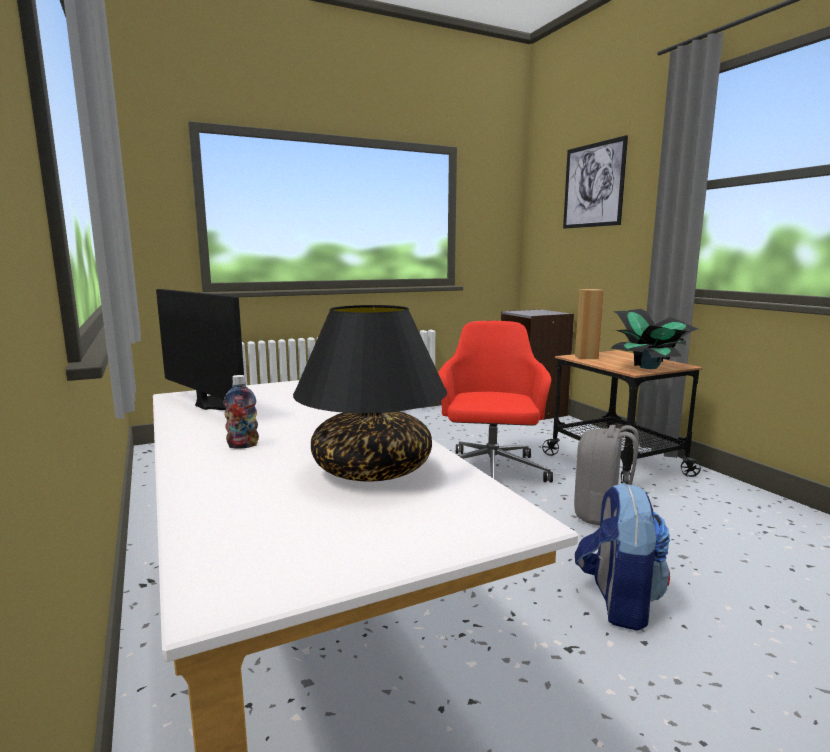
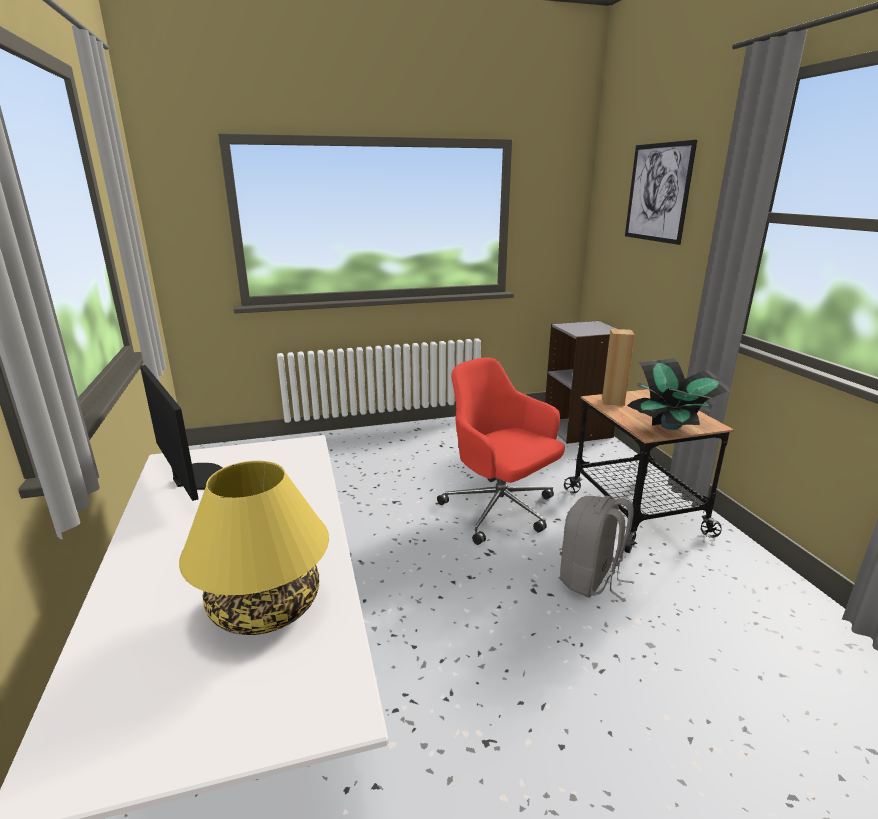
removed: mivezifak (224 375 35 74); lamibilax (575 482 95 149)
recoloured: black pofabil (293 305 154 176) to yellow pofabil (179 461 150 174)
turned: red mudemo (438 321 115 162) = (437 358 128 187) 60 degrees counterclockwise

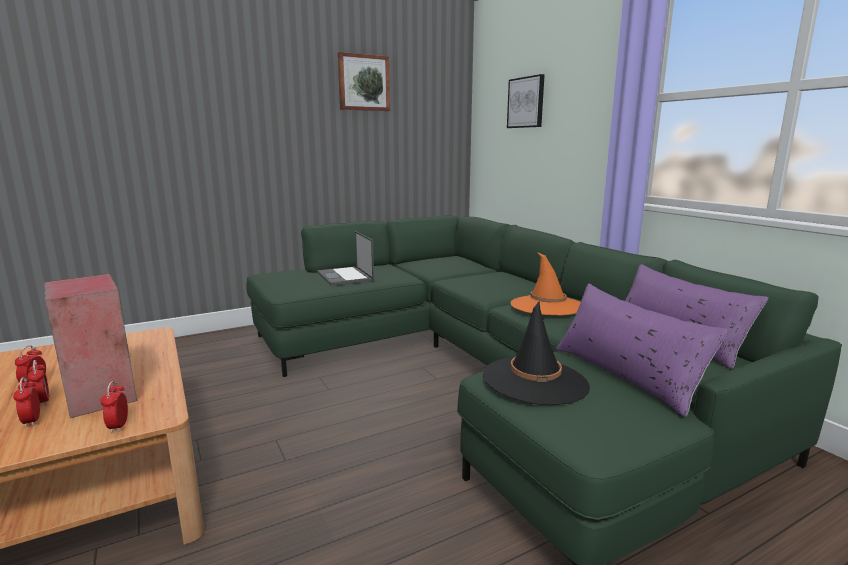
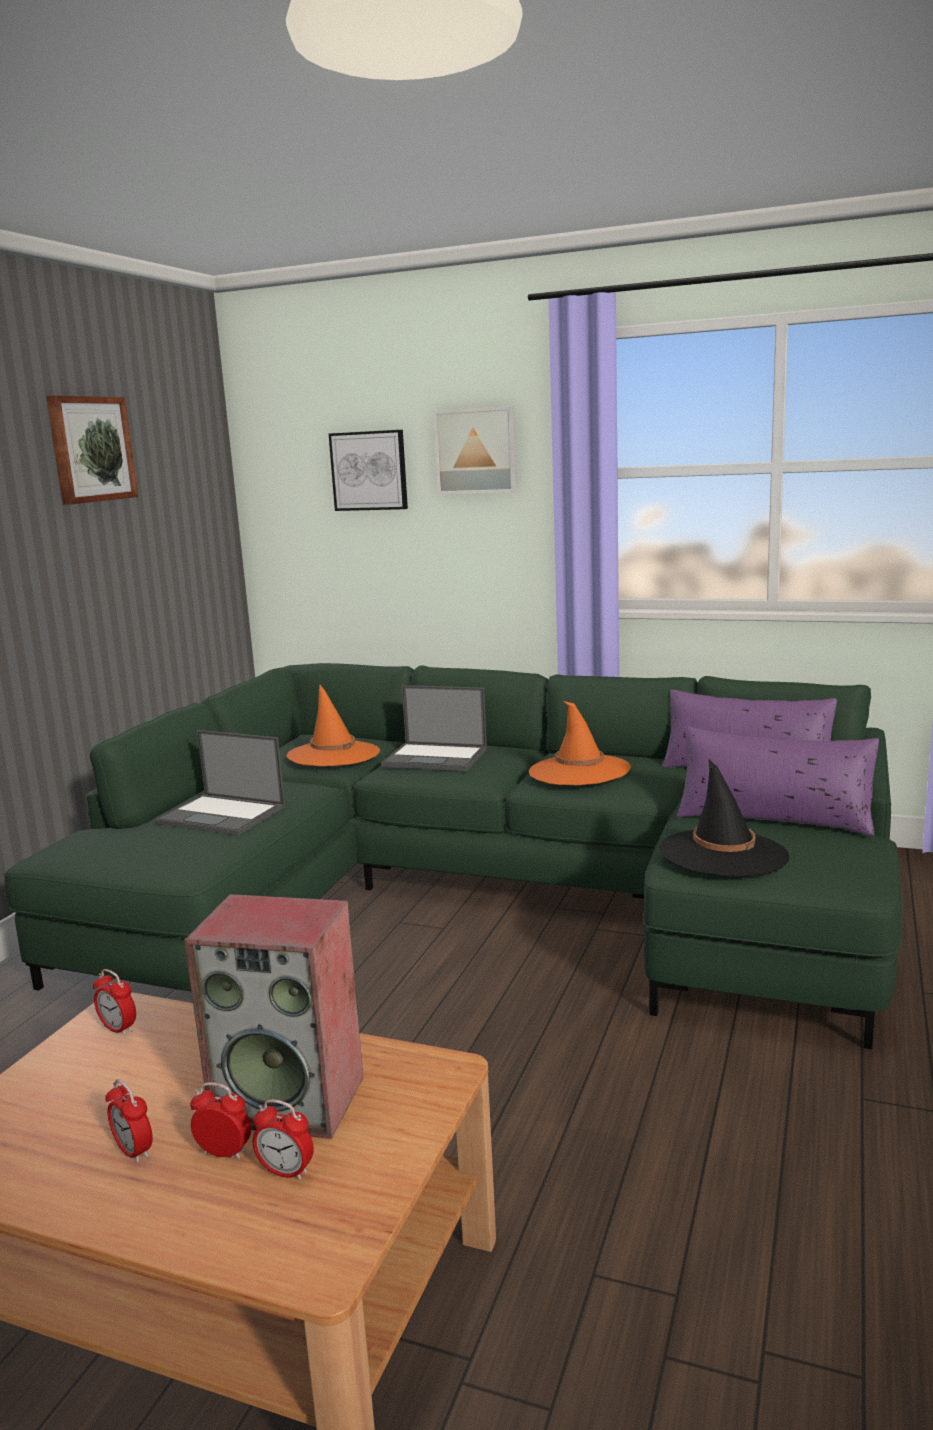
added: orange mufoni (287 685 93 81); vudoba (381 685 106 86); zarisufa (433 406 84 89)
moved: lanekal (101 381 27 52) to (93 969 43 67)

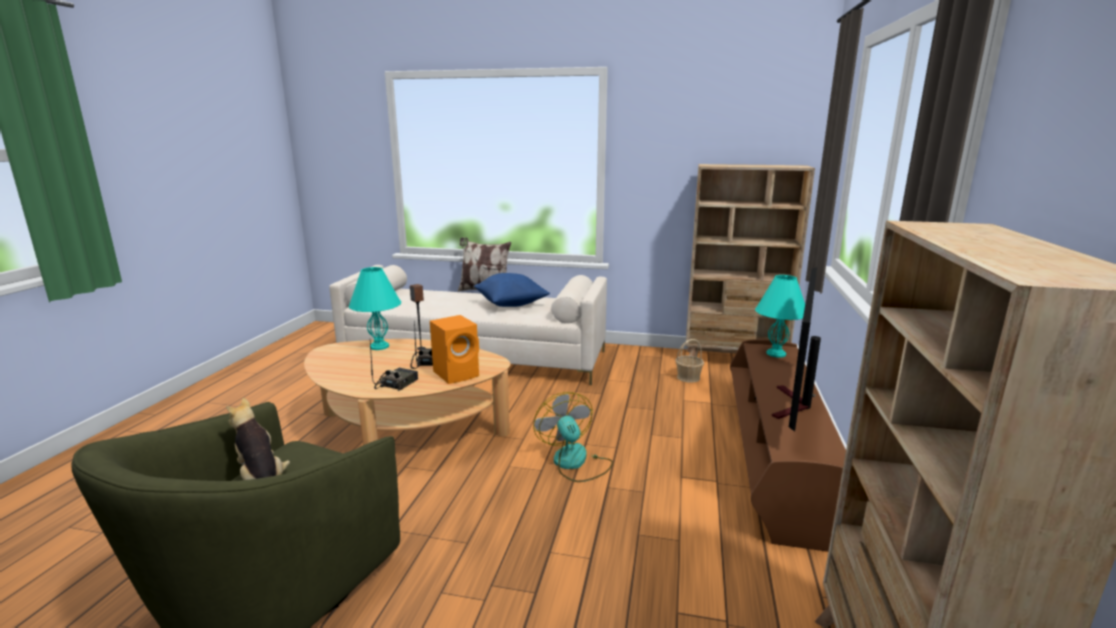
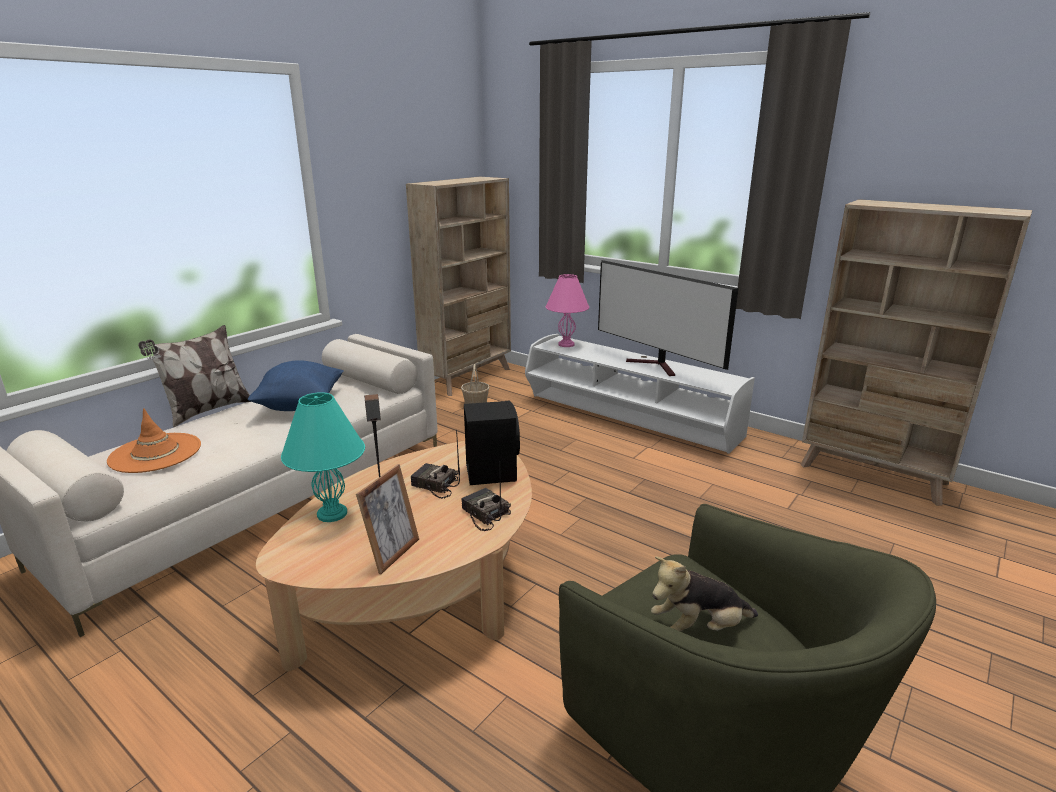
removed: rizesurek (533 392 80 90)
added: orange mufoni (107 408 94 65); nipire (356 464 63 110)
recoloured: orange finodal (430 315 49 69) to black finodal (464 401 56 84); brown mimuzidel (730 339 116 213) to white mimuzidel (525 334 230 120); turquoise pofabil (755 275 50 83) to pink pofabil (545 274 44 73)

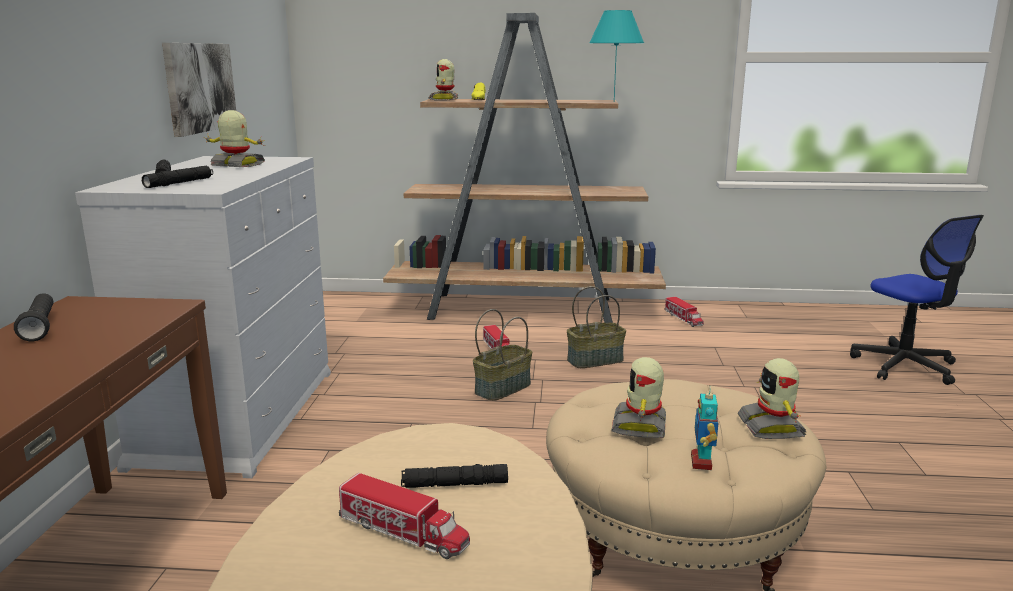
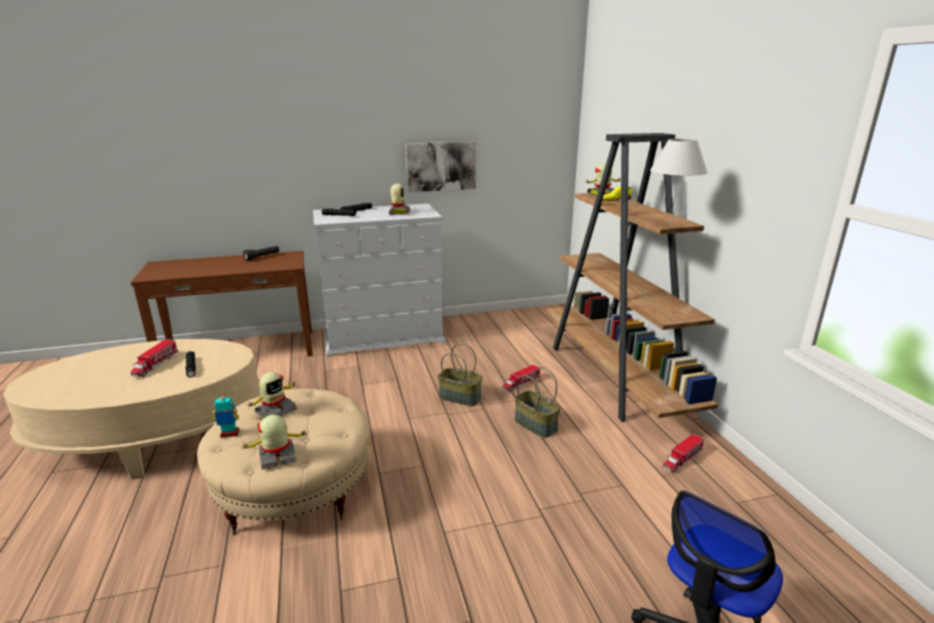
recoloured: turquoise pofabil (589 10 55 90) to white pofabil (650 139 58 88)
turned: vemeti (611 357 55 81) = (246 372 51 46) 135 degrees clockwise

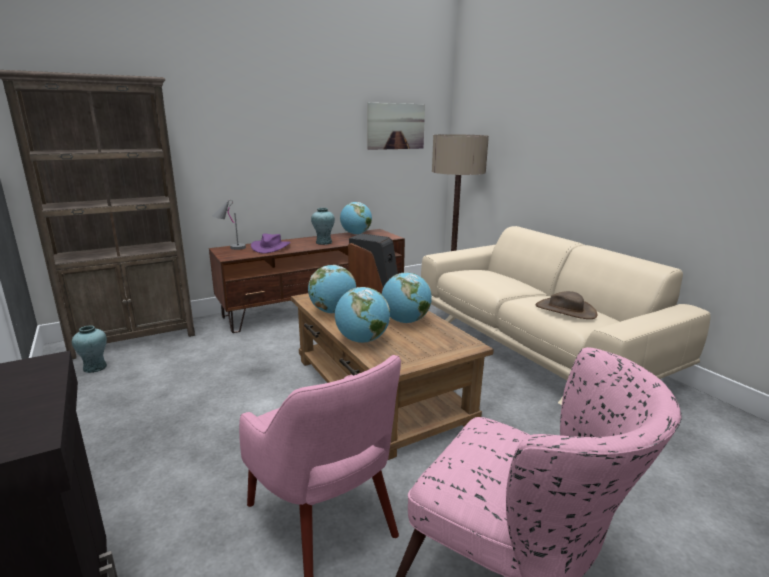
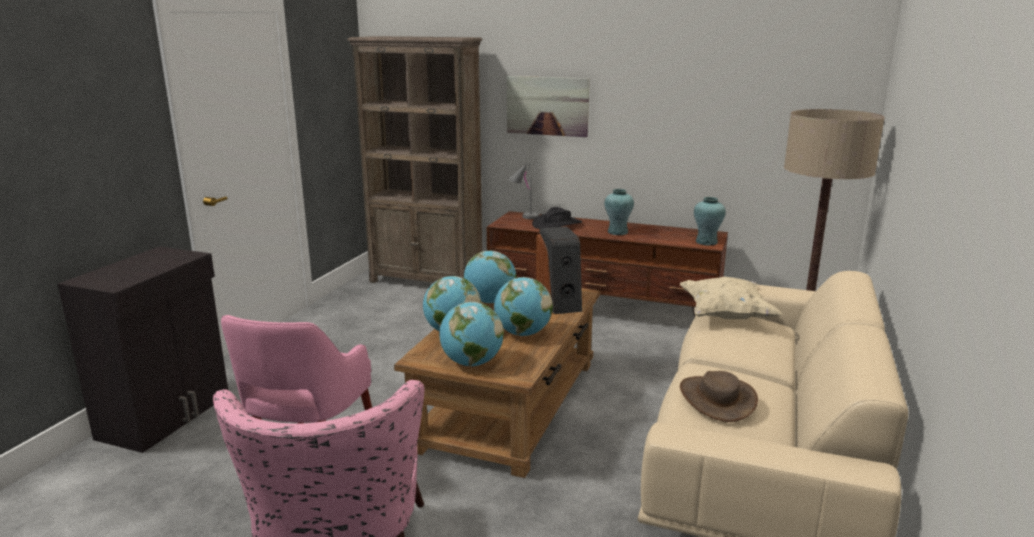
added: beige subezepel (680 277 103 42)
moved: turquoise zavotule (72 326 35 47) to (694 197 32 48); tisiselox (340 202 32 33) to (439 302 65 64); zarisufa (367 103 58 47) to (507 76 83 61)
recoloured: purple mufoni (251 234 40 19) to black mufoni (532 207 50 22)

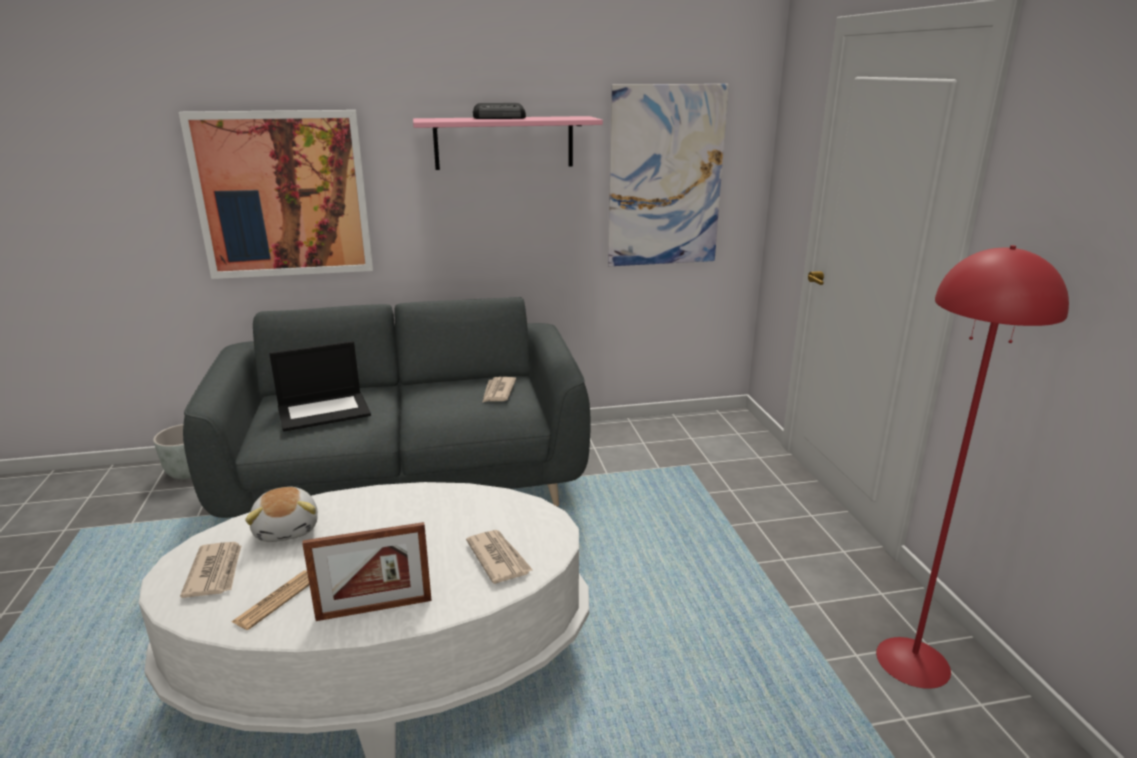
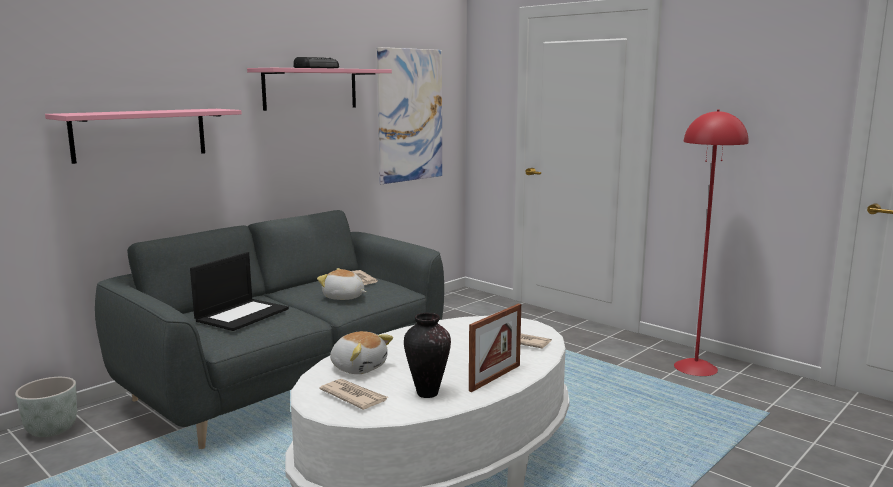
added: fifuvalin (317 268 49 32)
replaced: zarisufa (179 110 194 169) to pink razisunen (45 109 197 55); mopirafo (231 571 78 59) to zavotule (404 313 47 85)

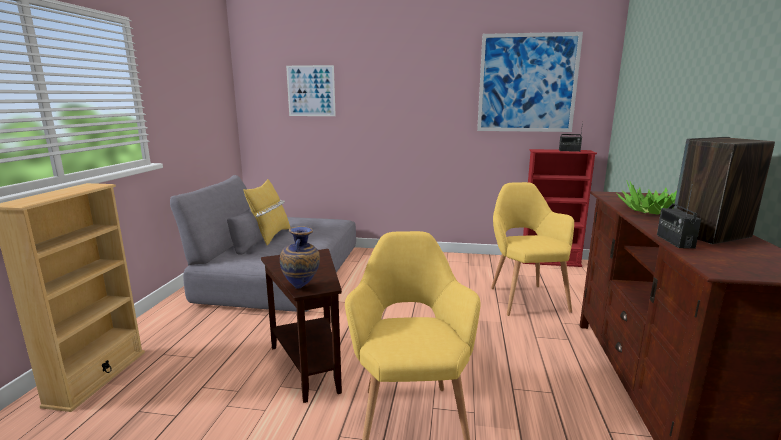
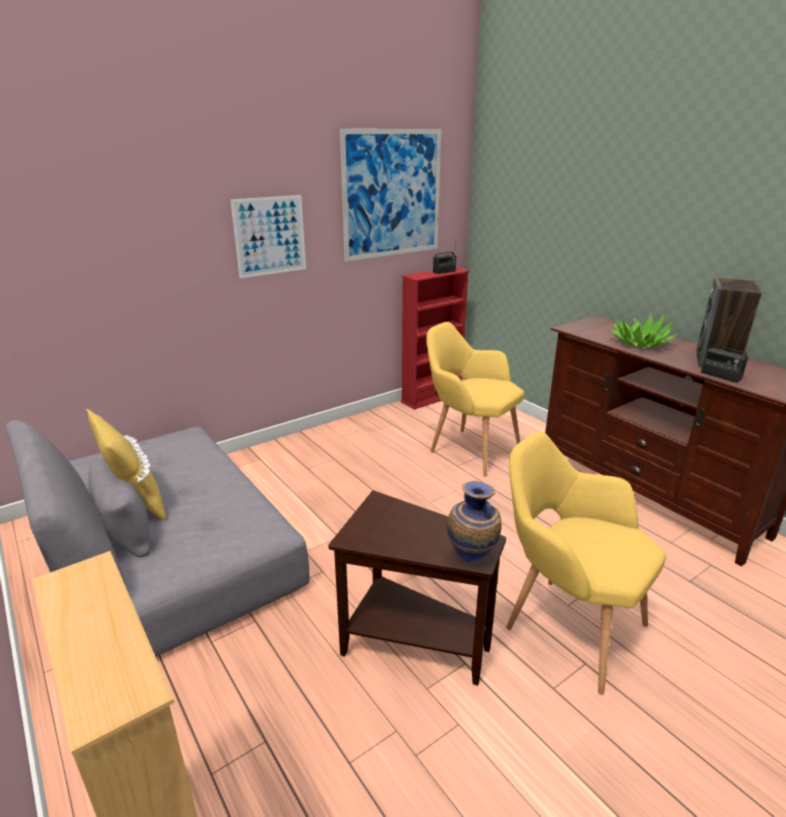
moved: zarisufa (286 65 50 51) to (230 195 76 83)

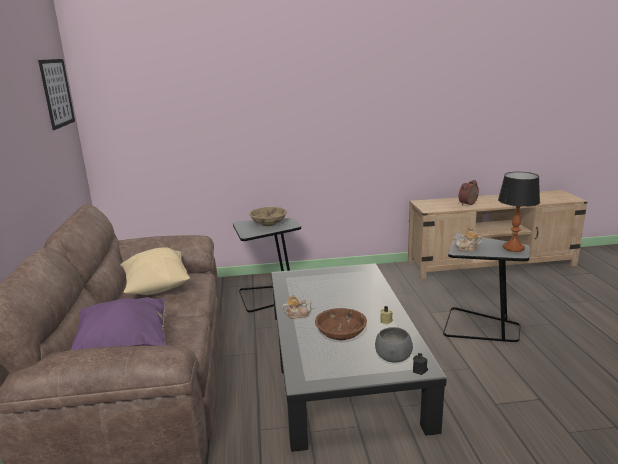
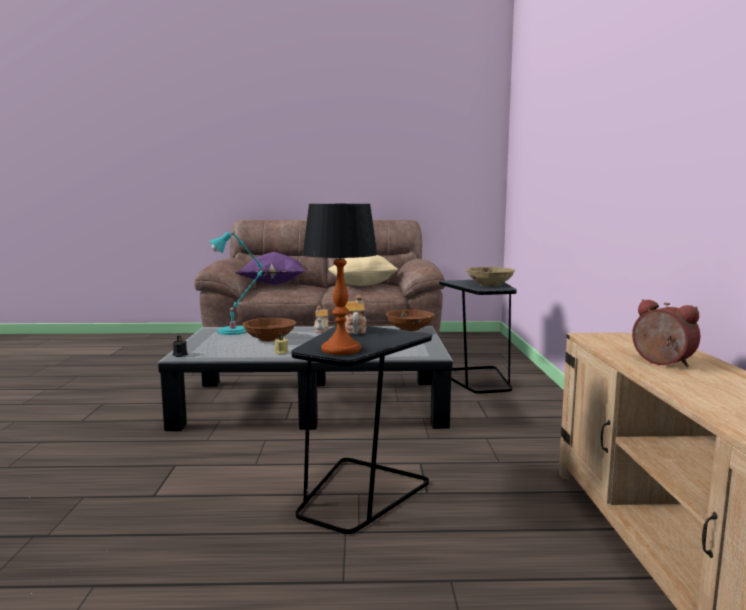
removed: zarisufa (38 59 37 71); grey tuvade (375 327 38 36)
added: turquoise pofabil (209 231 56 104); brown tuvade (386 310 49 21)

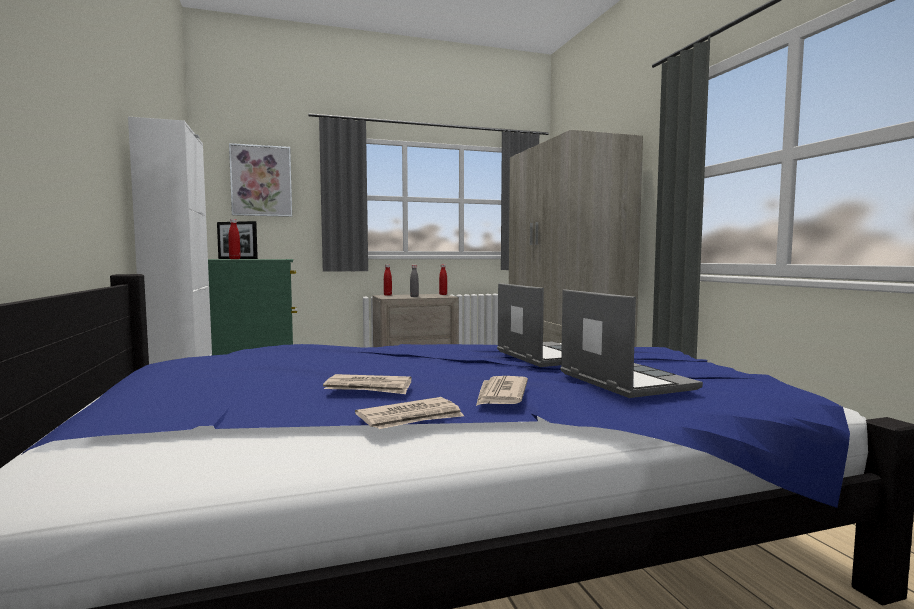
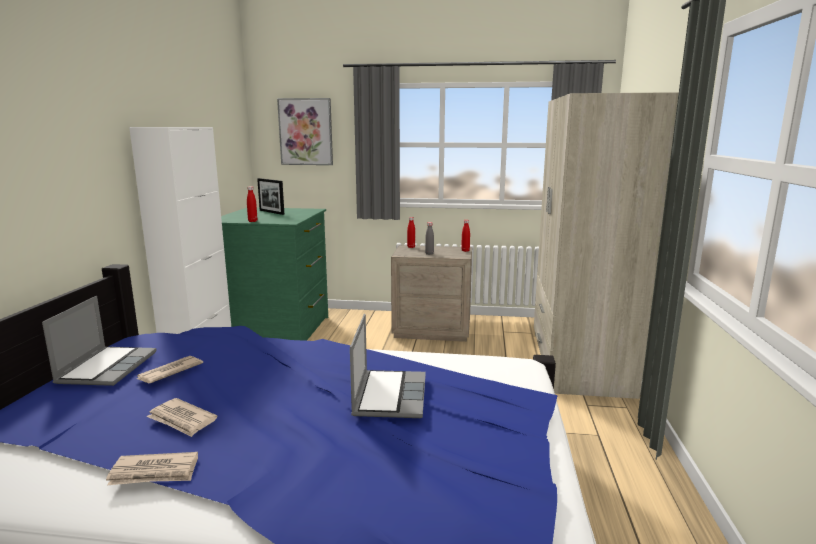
moved: mopirafo (476 376 52 30) to (137 356 66 27); vudoba (560 289 143 109) to (42 296 114 90)

